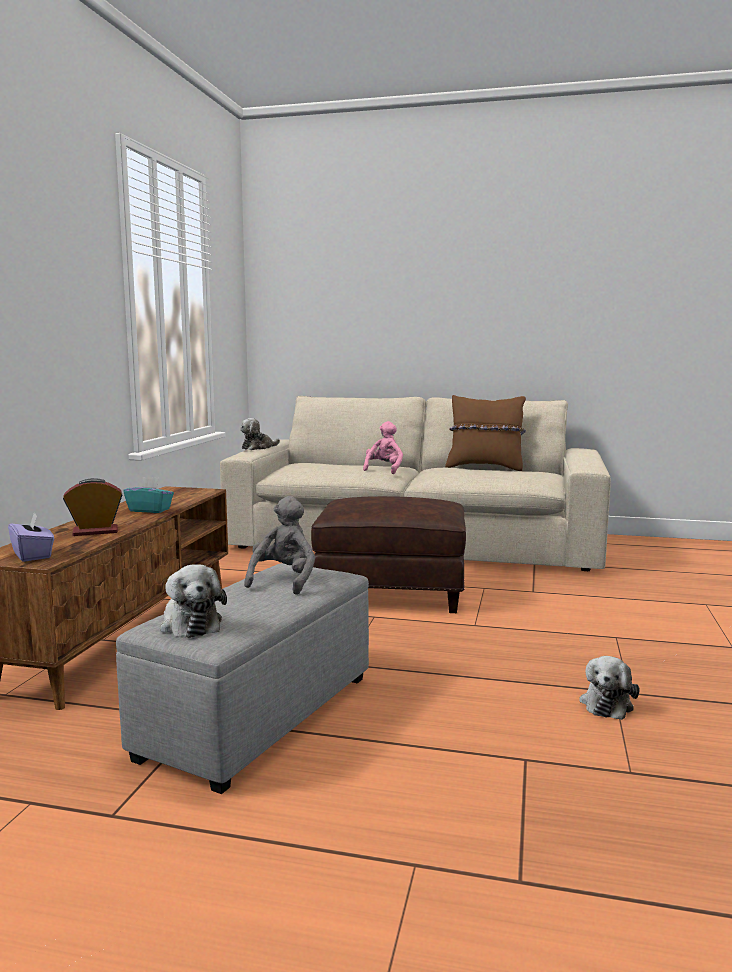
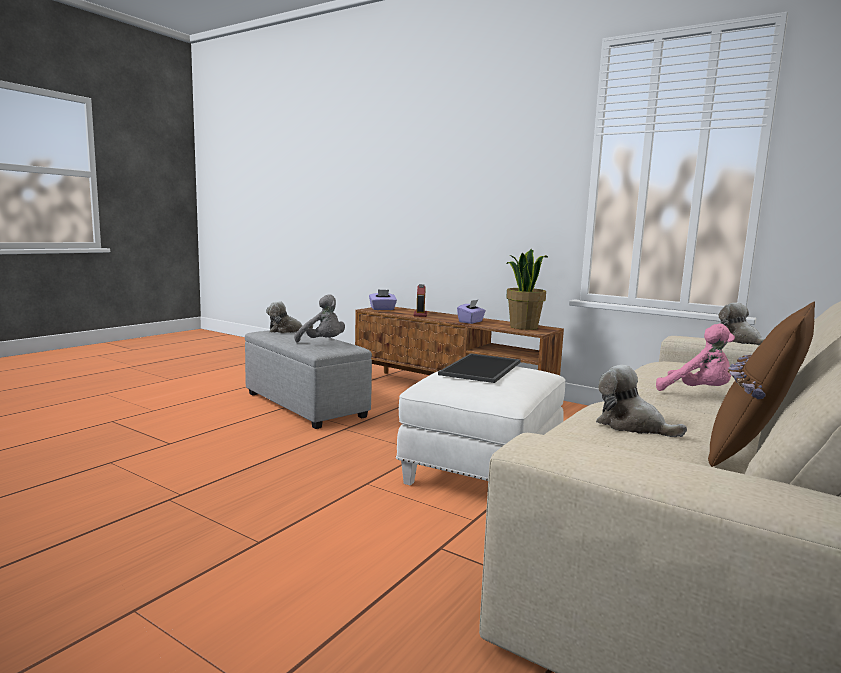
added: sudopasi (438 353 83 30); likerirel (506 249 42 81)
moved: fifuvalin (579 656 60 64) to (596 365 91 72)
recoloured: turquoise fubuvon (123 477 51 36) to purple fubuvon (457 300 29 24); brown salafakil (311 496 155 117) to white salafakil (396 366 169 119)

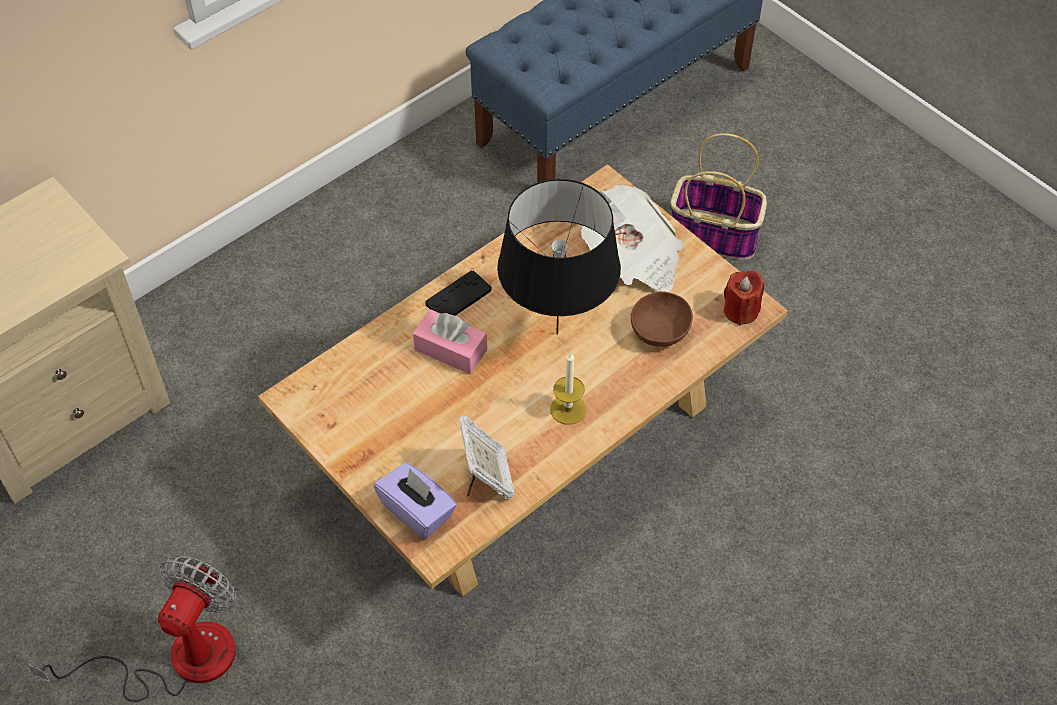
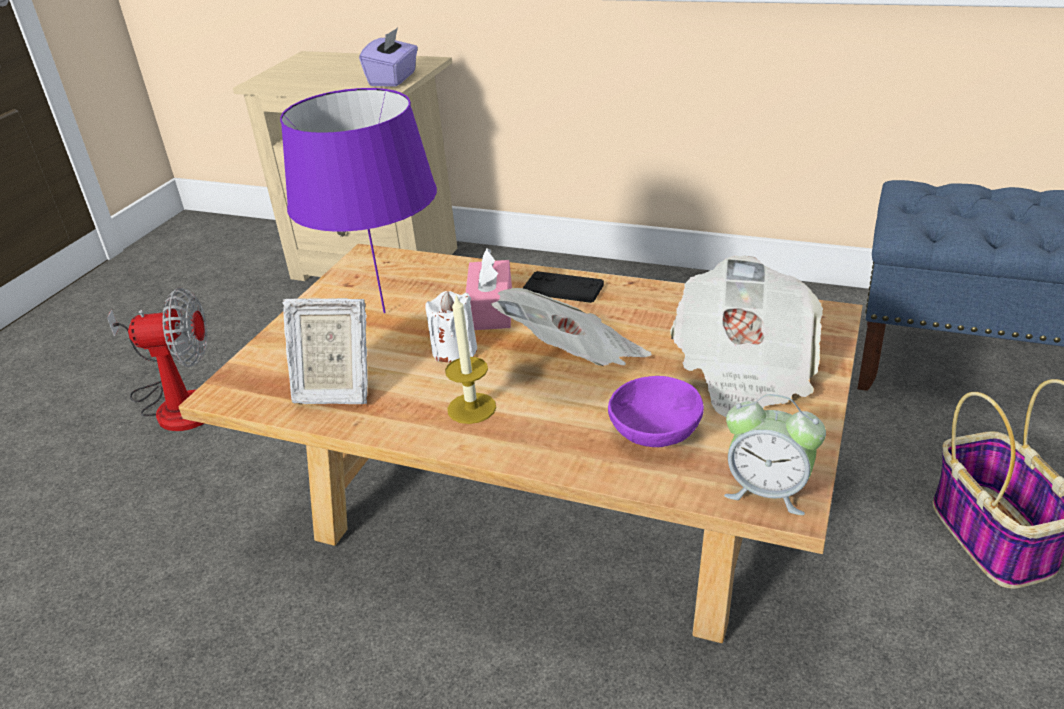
added: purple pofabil (280 88 157 225); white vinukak (425 291 52 71)
moved: purple fubuvon (374 463 83 77) to (359 27 59 60)
replaced: black pofabil (497 179 124 156) to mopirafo (491 288 161 78); red vinukak (724 271 40 54) to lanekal (724 394 102 121)
recoloured: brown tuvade (631 291 62 56) to purple tuvade (608 376 96 71)
turned: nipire (458 415 56 84) = (283 298 85 106) 45 degrees clockwise

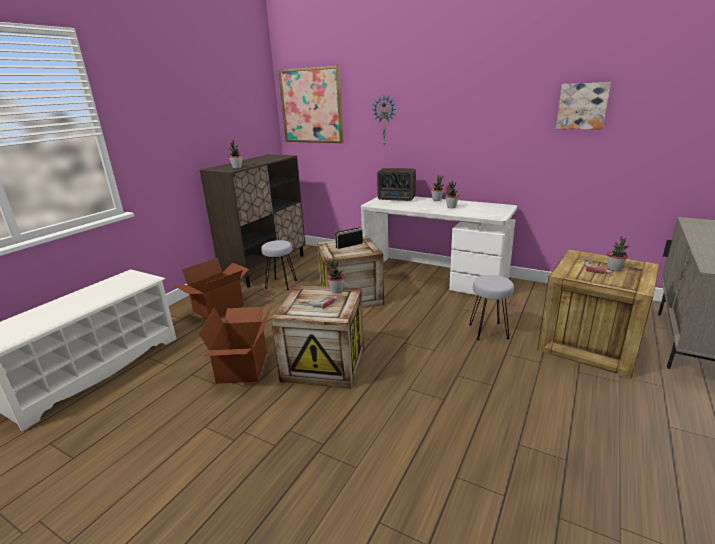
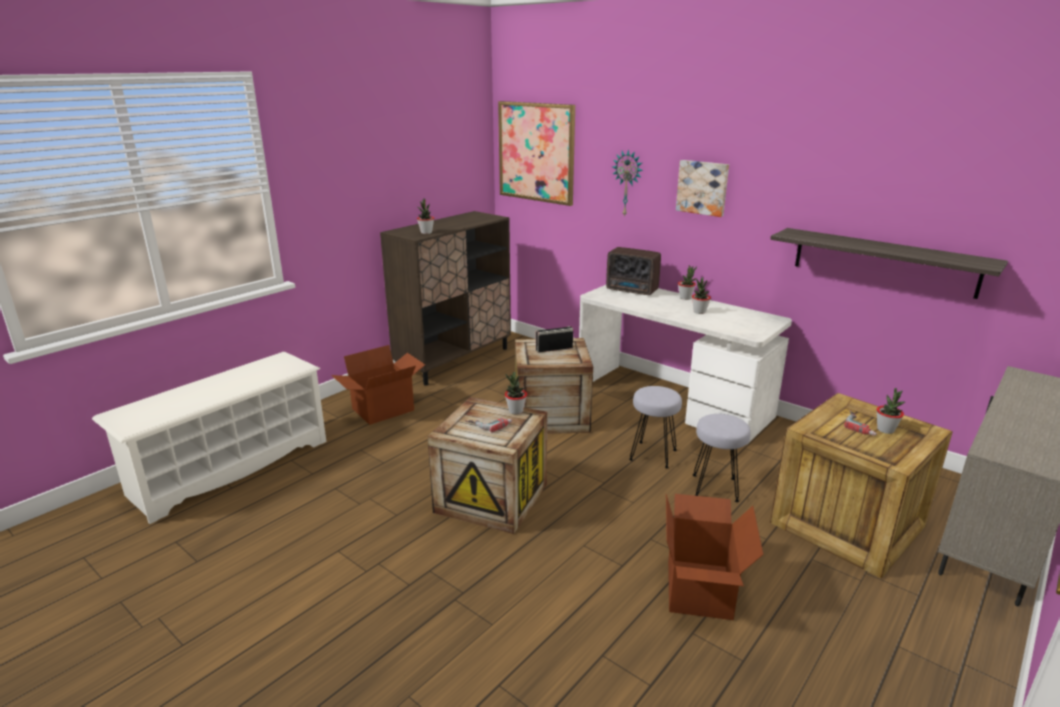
added: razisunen (770 228 238 71)
moved: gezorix (199 307 72 77) to (666 494 98 126); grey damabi (261 240 36 50) to (629 386 53 82); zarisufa (556 82 55 48) to (676 160 53 57)

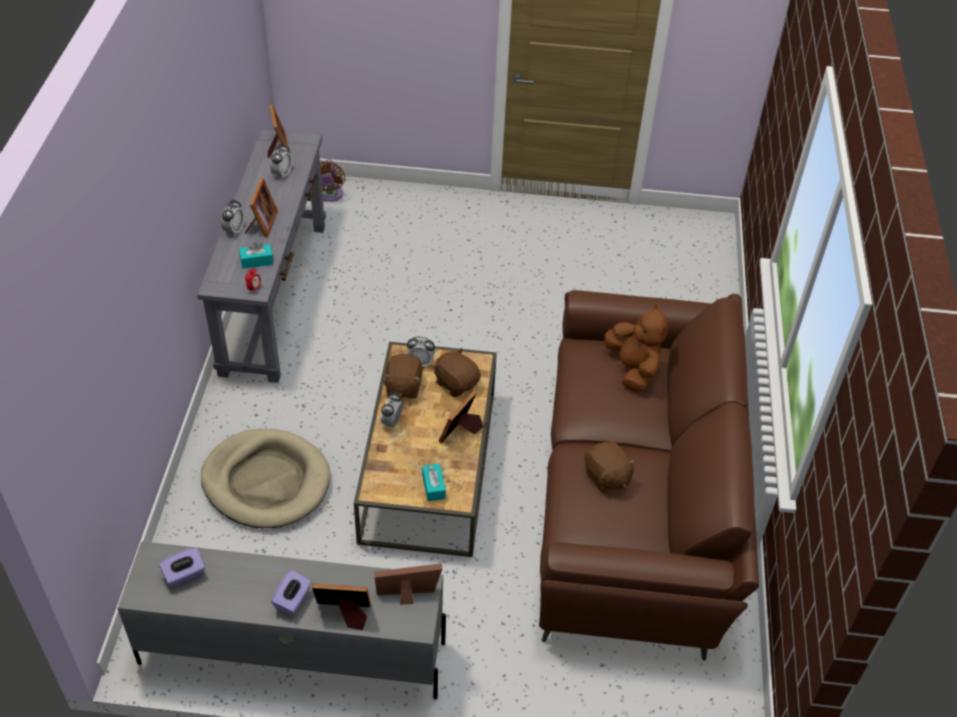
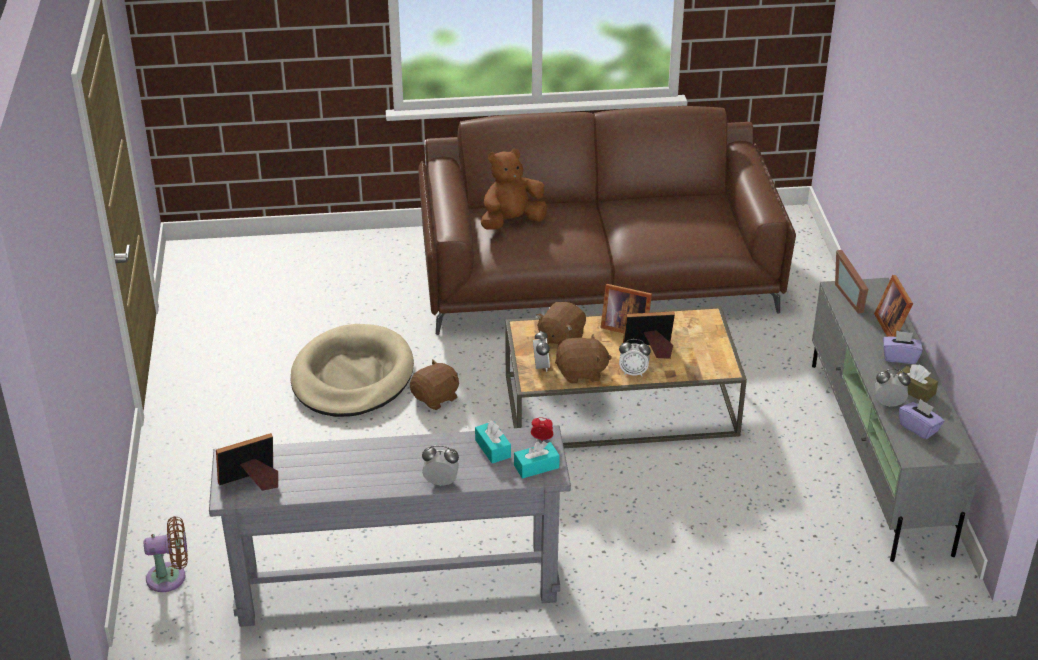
added: brown fubuvon (897 364 41 38)
moved: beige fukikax (201 429 129 99) to (291 324 123 93); nipire (245 178 33 59) to (623 312 52 47); lanekal (270 144 22 35) to (875 369 36 38); turquoise fubuvon (422 464 24 37) to (514 441 46 38); brown fifuvalin (584 442 52 51) to (410 360 49 50)

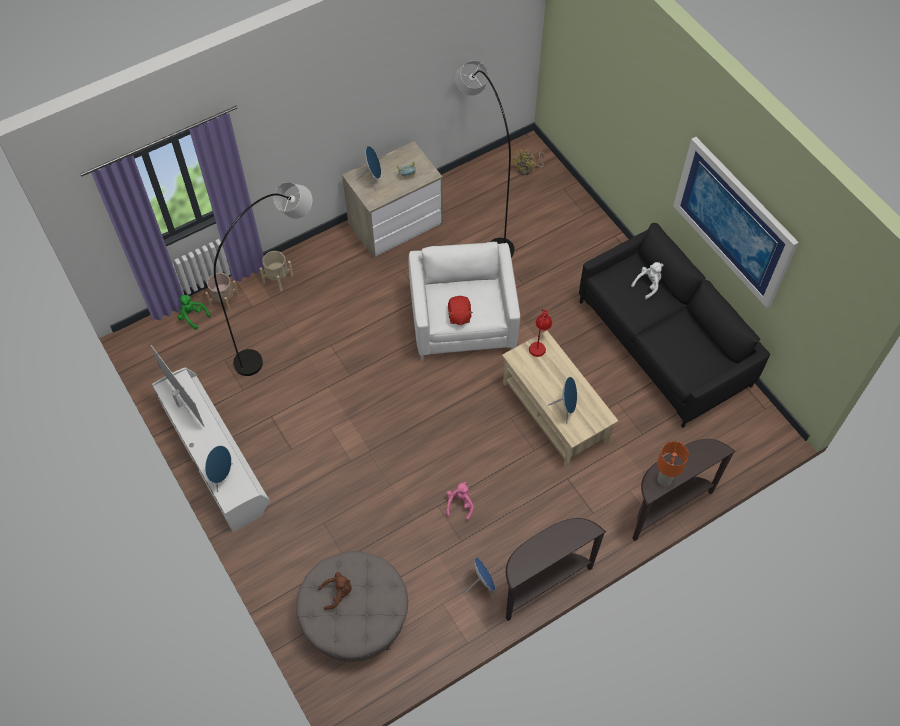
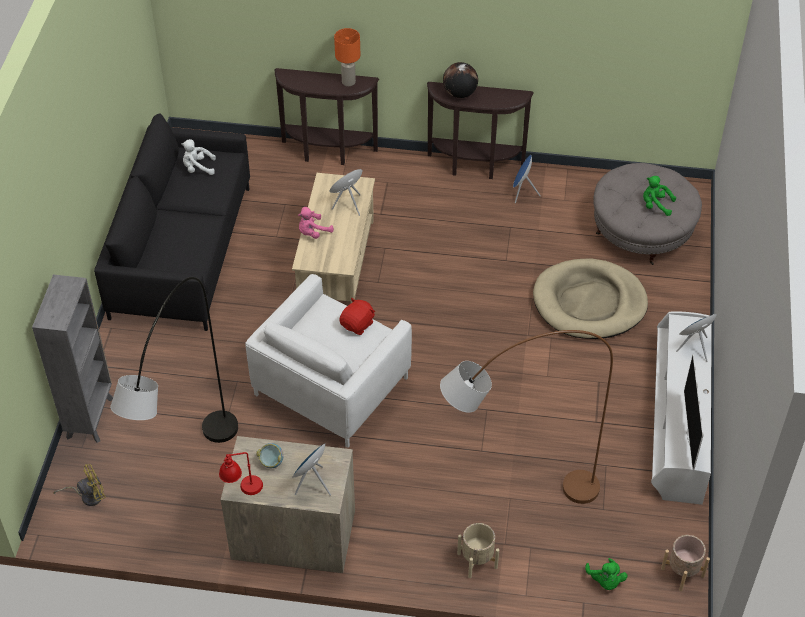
removed: zarisufa (673 137 126 171)
added: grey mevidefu (32 274 81 169); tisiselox (443 62 35 36); beige fukikax (533 259 115 80)
moved: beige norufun (205 273 34 40) to (661 535 49 56); pink fifuvalin (446 482 28 39) to (298 207 36 32); red pofabil (529 309 23 48) to (219 452 44 43); white fifuvalin (631 262 32 37) to (181 139 35 36)
recoloured: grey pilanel (214 182 98 194) to brown pilanel (440 330 173 174); brown fifuvalin (318 572 34 38) to green fifuvalin (643 176 33 40)

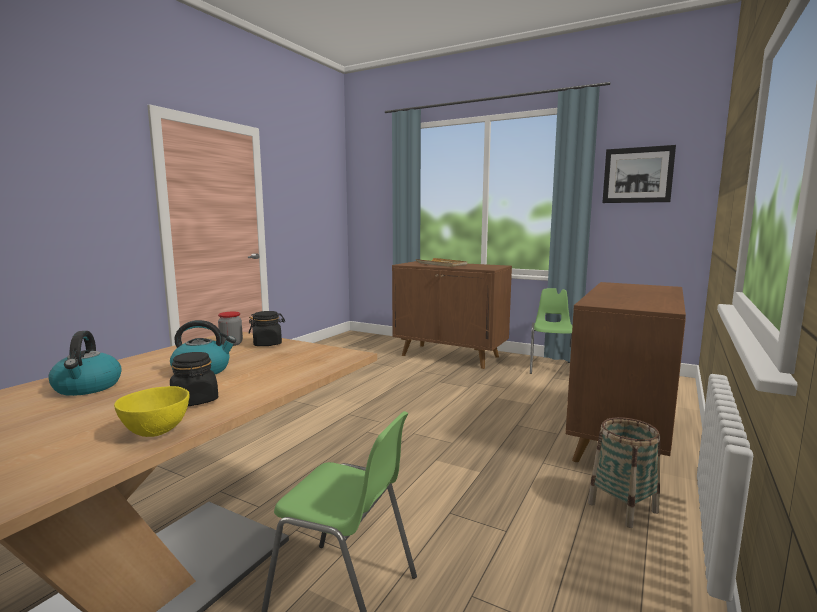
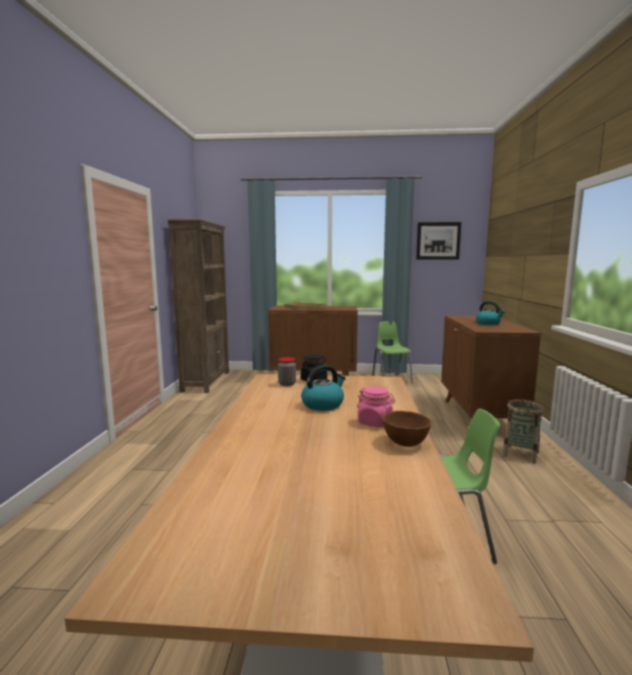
added: brown mevidefu (168 218 61 175)
moved: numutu (48 331 74 65) to (476 301 29 24)
recoloured: yellow tuvade (114 386 76 51) to brown tuvade (383 411 48 36); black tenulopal (170 352 48 54) to pink tenulopal (357 386 39 41)

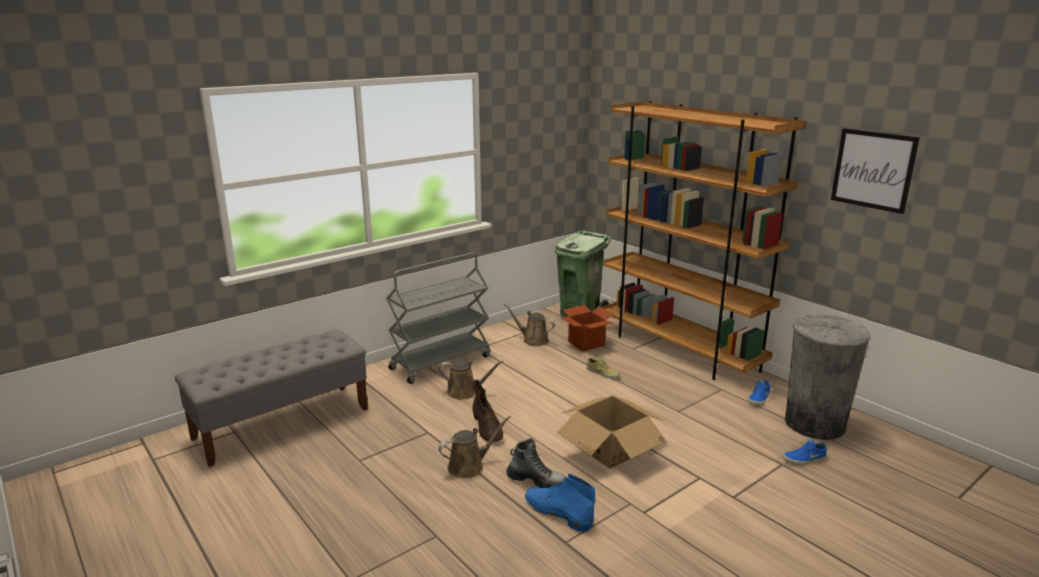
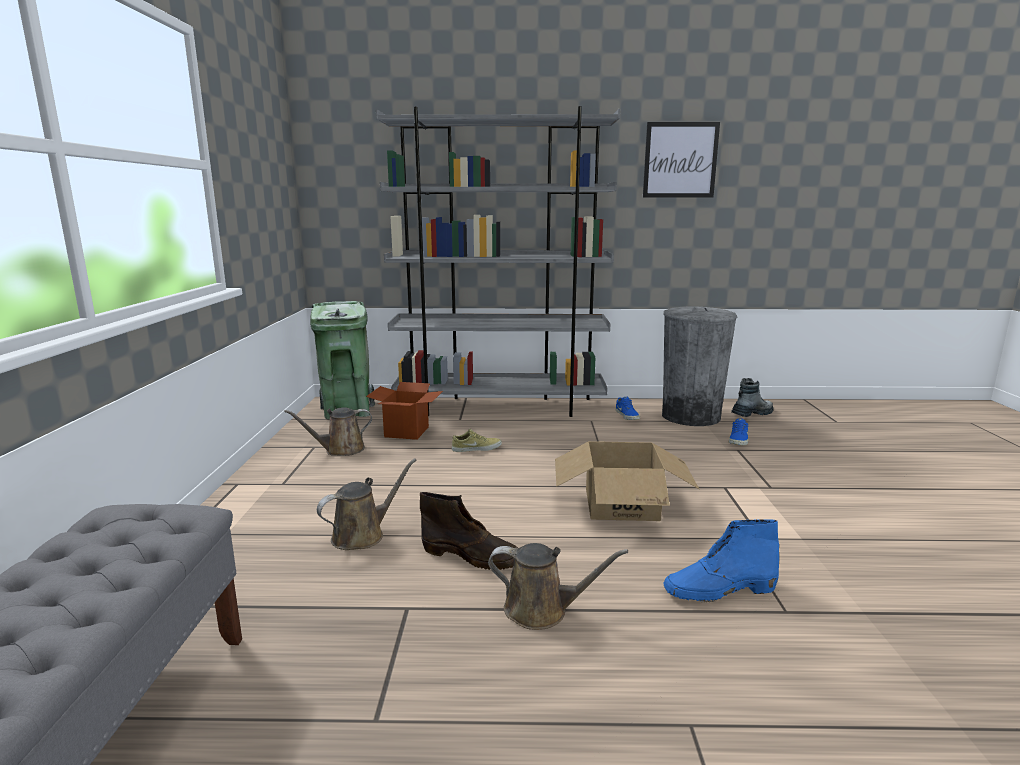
removed: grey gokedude (386 252 105 132)
moved: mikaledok (506 438 60 50) to (731 378 43 39)
recoloured: brown mevidefu (602 101 204 279) to grey mevidefu (376 106 244 311)
turned: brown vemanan (438 416 73 62) = (488 543 140 87) 90 degrees clockwise

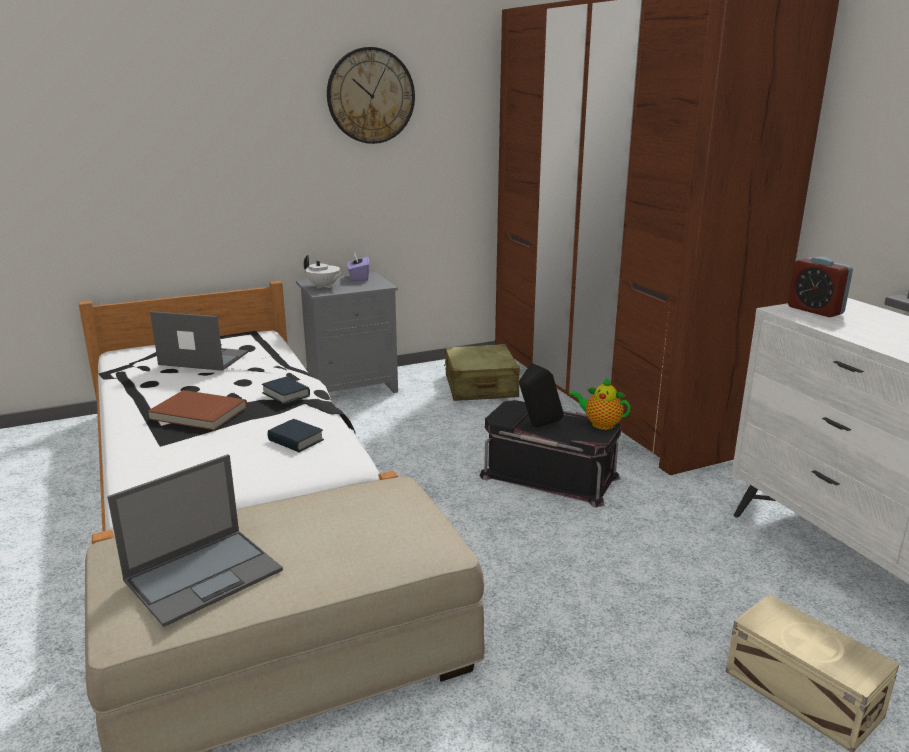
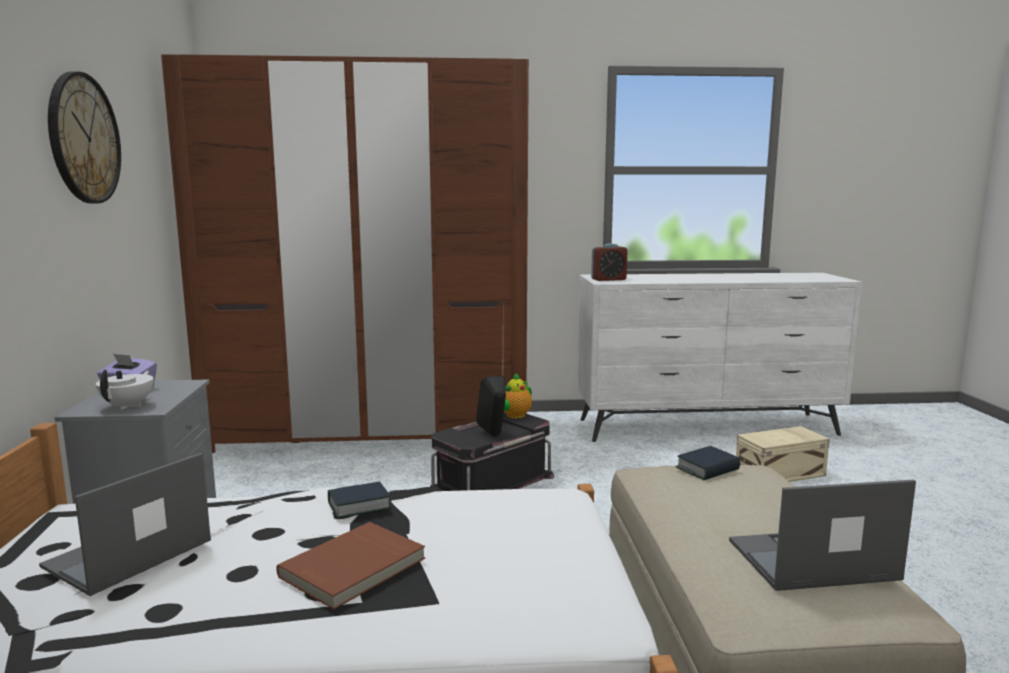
removed: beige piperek (444 344 76 57)
moved: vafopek (268 419 56 33) to (675 446 65 34)
turned: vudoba (107 454 176 173) = (729 480 187 111) 75 degrees counterclockwise; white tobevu (304 255 40 34) = (96 370 58 40) 45 degrees counterclockwise

